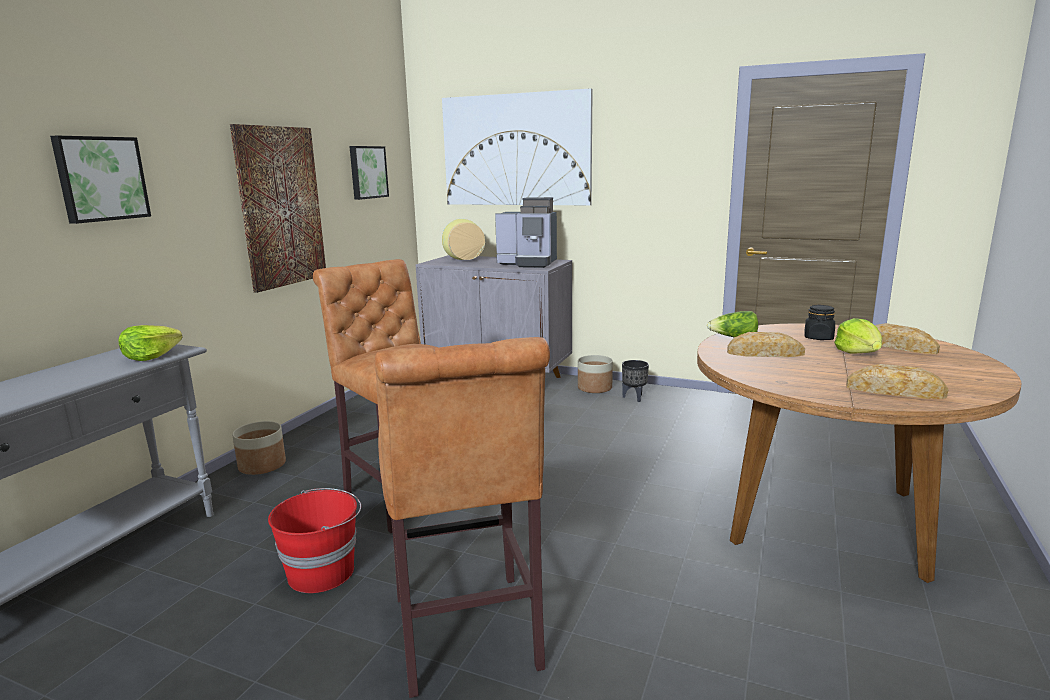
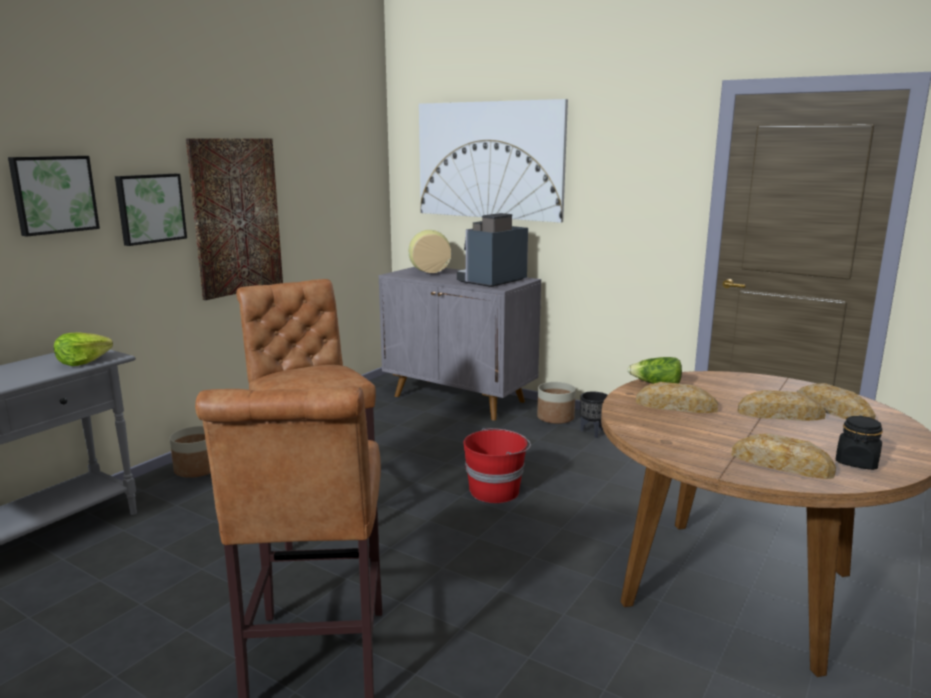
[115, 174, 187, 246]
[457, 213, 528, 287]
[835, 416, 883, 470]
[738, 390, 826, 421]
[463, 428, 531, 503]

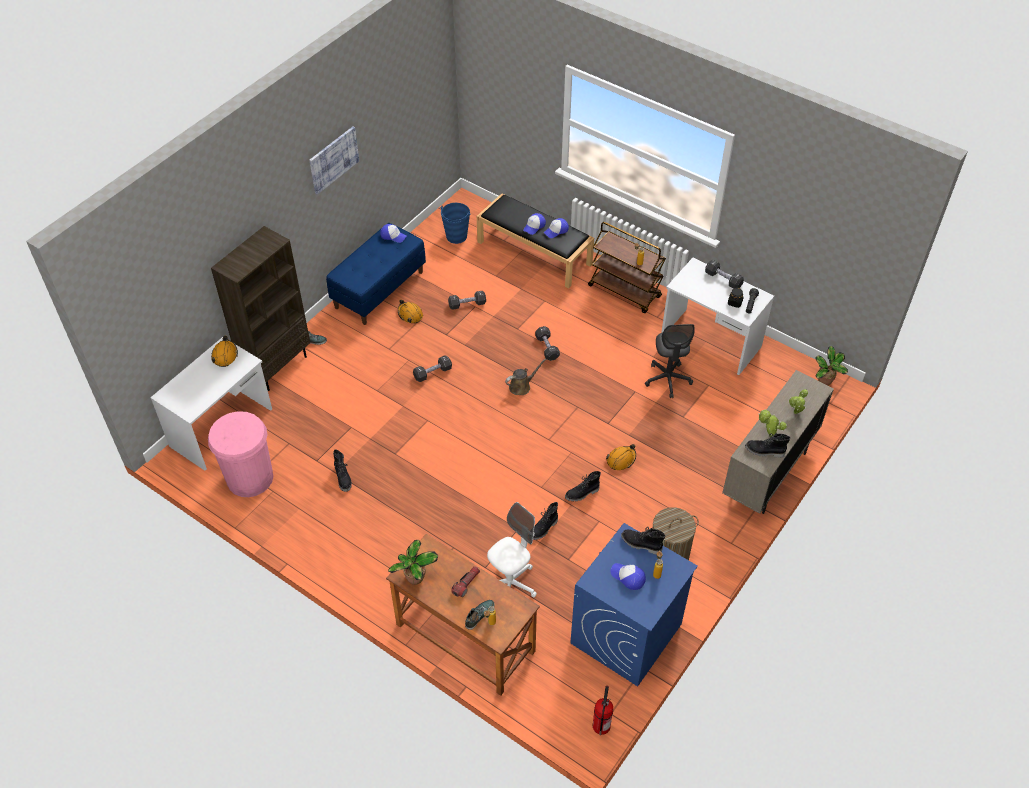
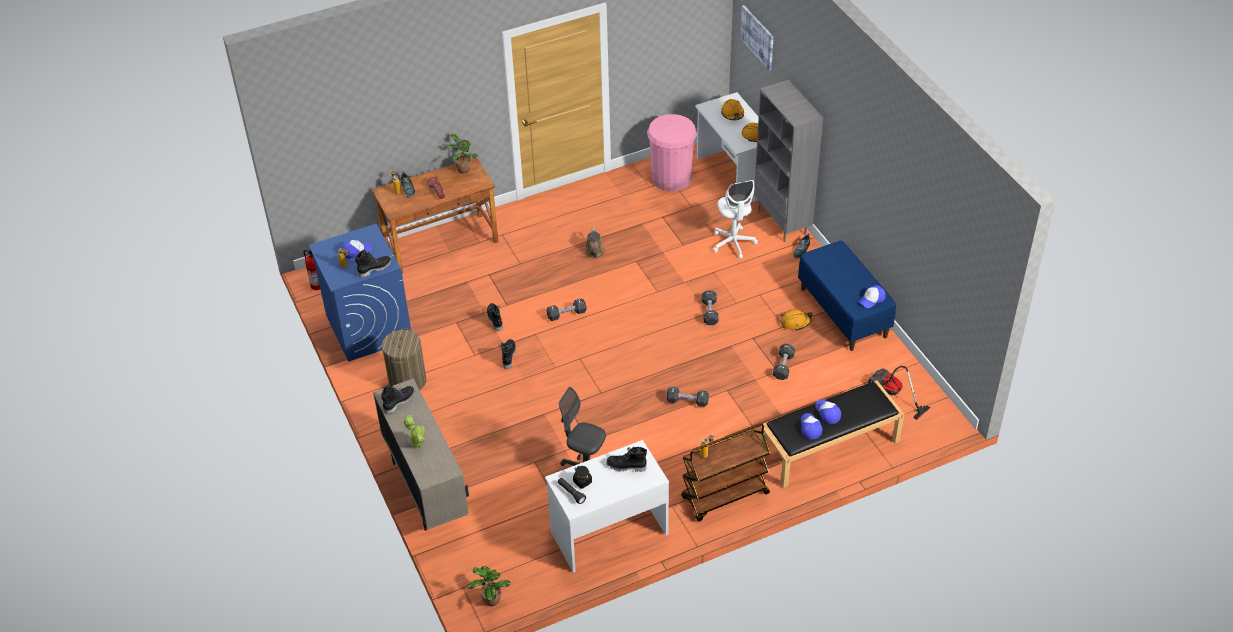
[740, 5, 774, 71]
[868, 366, 931, 420]
[754, 80, 823, 242]
[546, 298, 587, 321]
[585, 228, 605, 258]
[758, 409, 787, 437] (first image)
[721, 99, 744, 120]
[606, 446, 647, 472]
[713, 180, 758, 259]

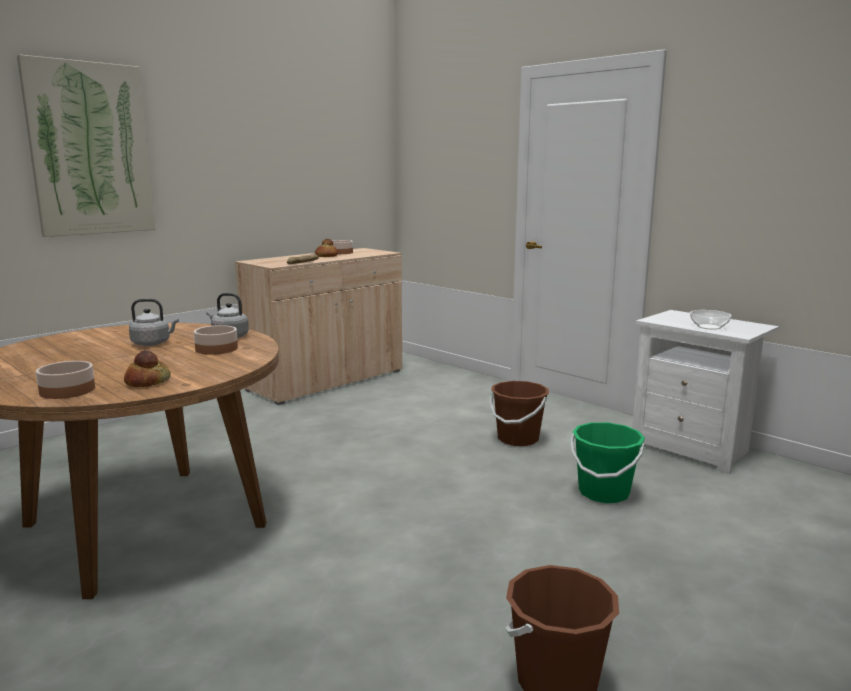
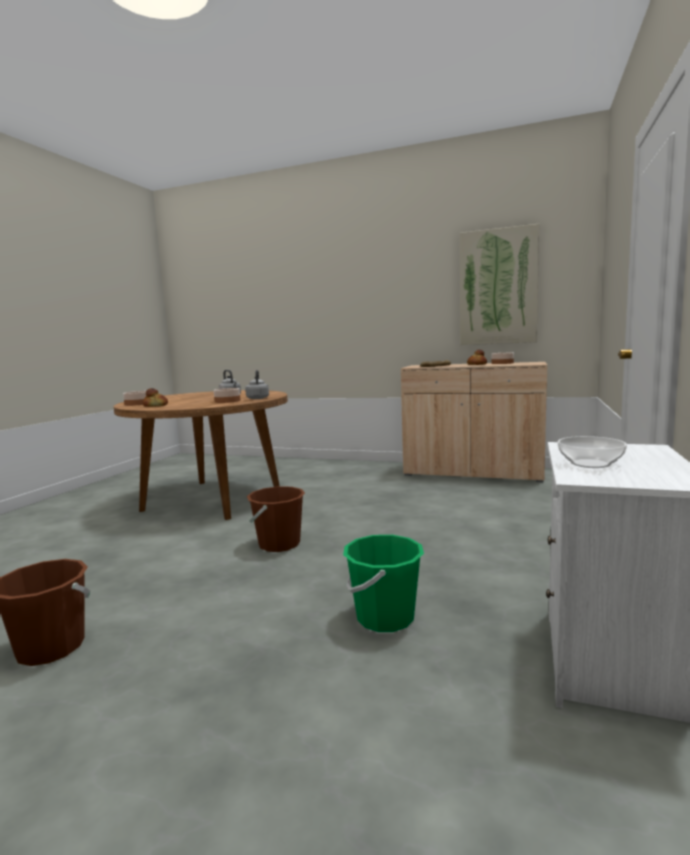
[460, 224, 539, 345]
[247, 486, 305, 552]

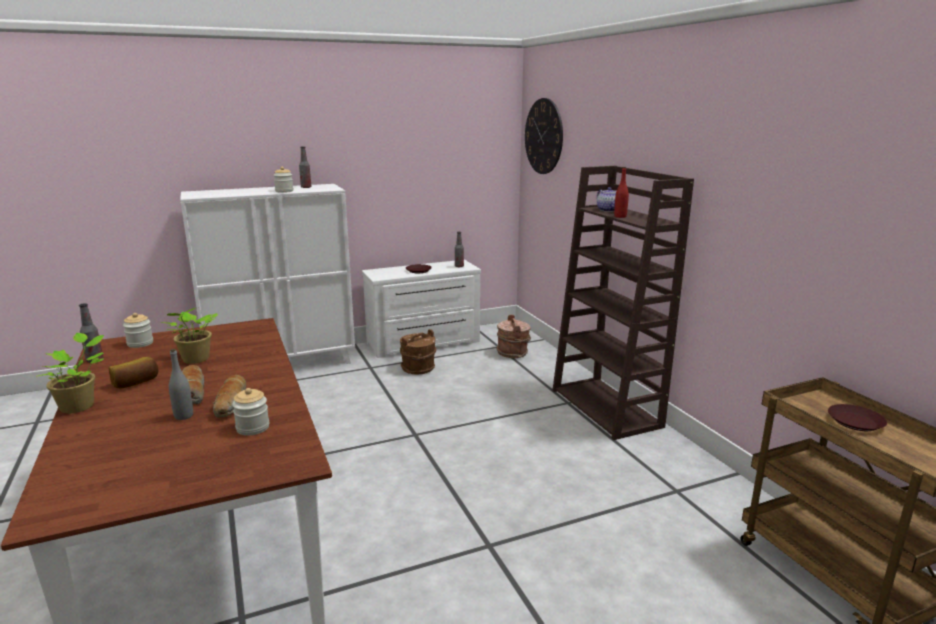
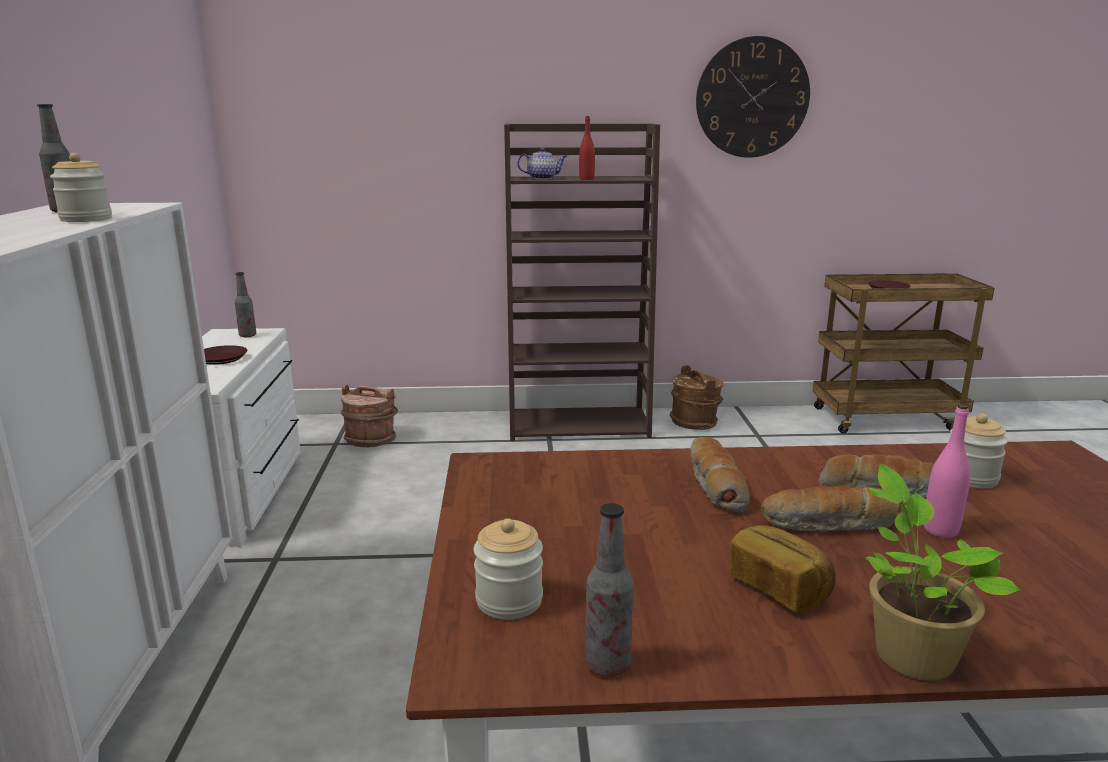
[696, 36, 810, 158]
[161, 308, 218, 364] (first image)
[670, 365, 724, 430]
[924, 404, 970, 538]
[690, 437, 750, 513]

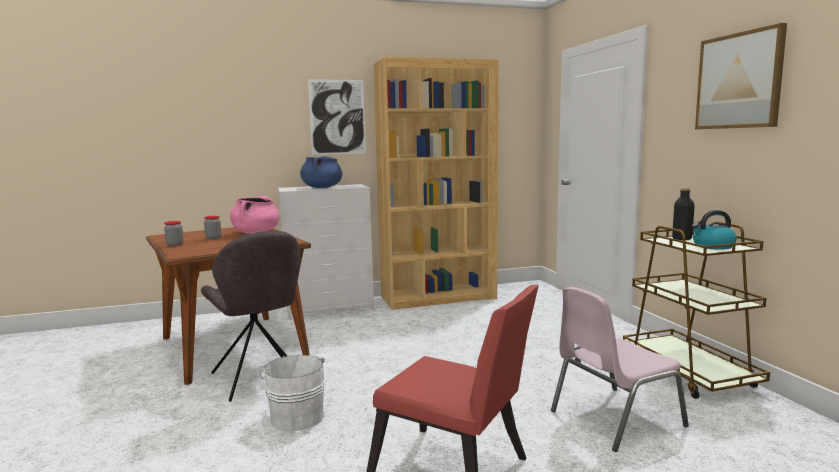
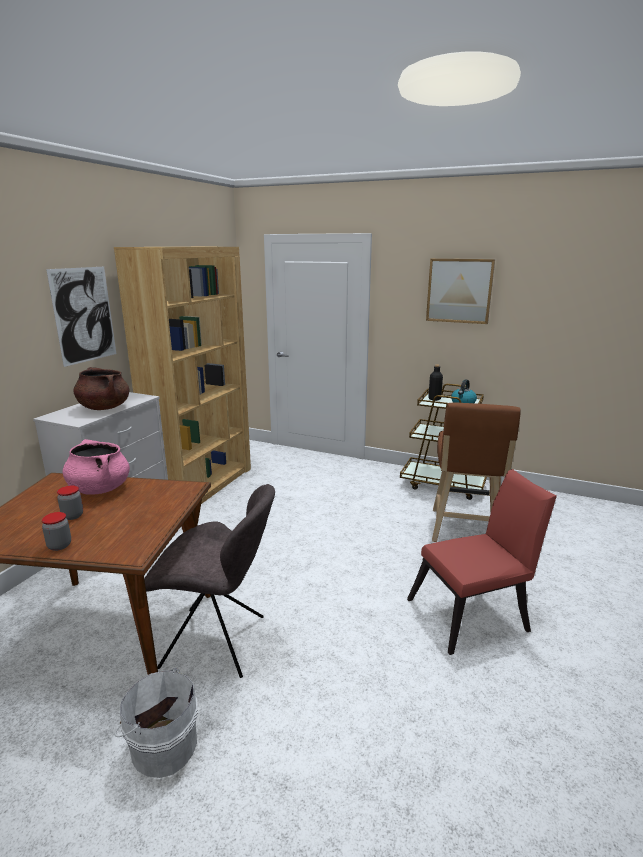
[73, 367, 130, 410]
[432, 402, 521, 542]
[114, 668, 197, 778]

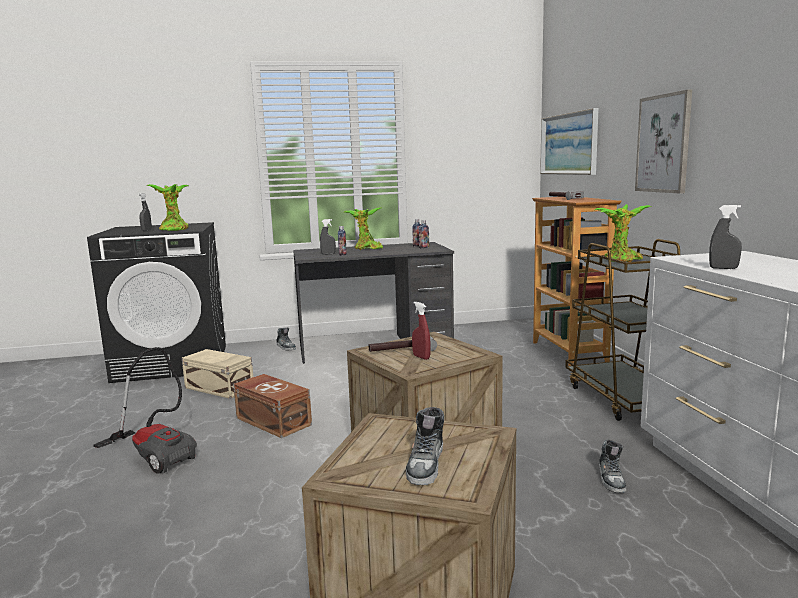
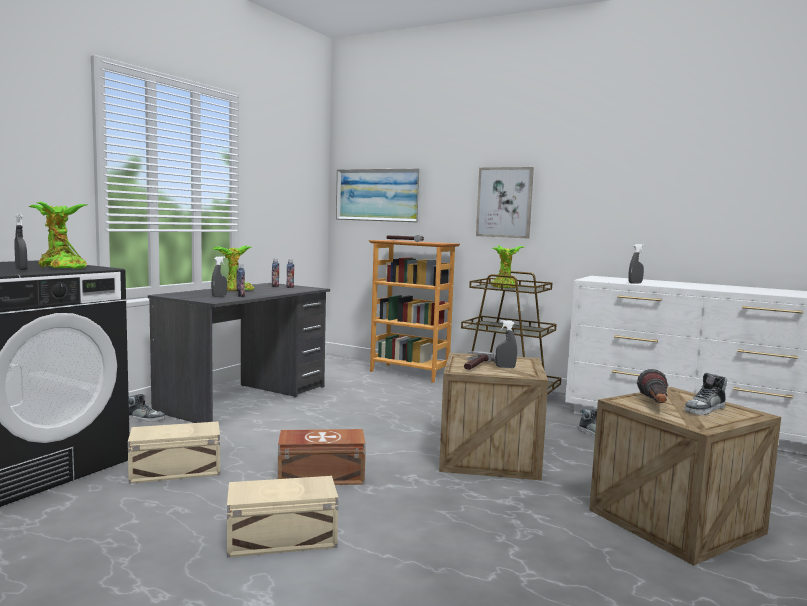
[496, 320, 517, 368]
[227, 476, 338, 558]
[685, 373, 727, 415]
[637, 369, 668, 403]

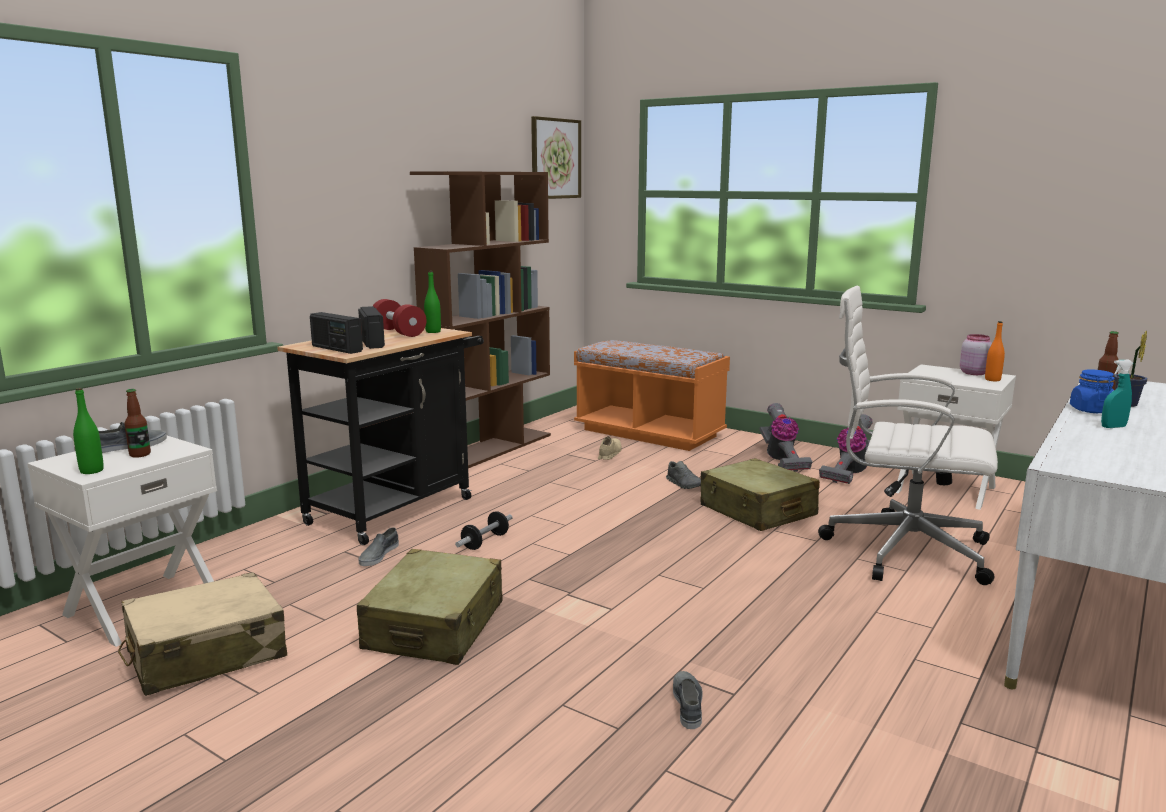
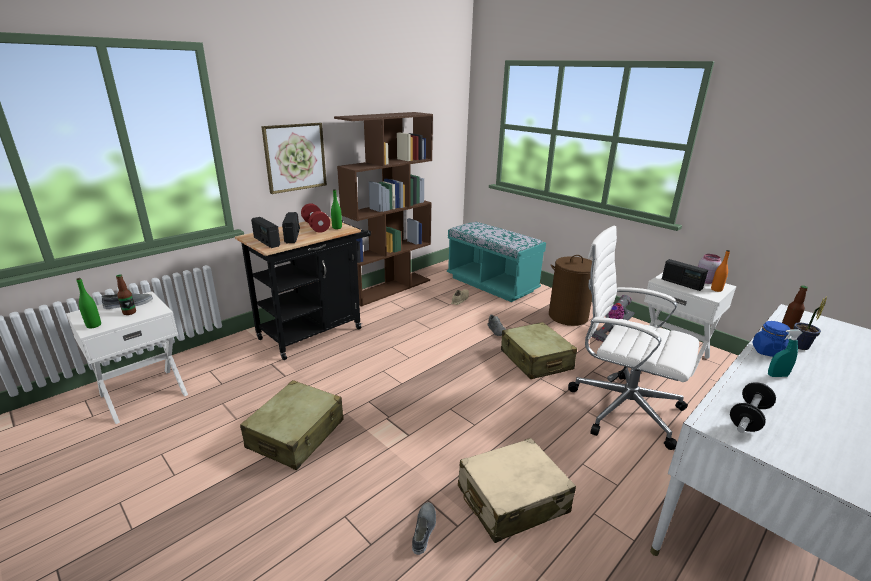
[261, 123, 327, 194]
[447, 222, 546, 302]
[549, 255, 592, 326]
[730, 382, 776, 433]
[358, 527, 399, 566] (first image)
[458, 438, 576, 543]
[662, 259, 708, 291]

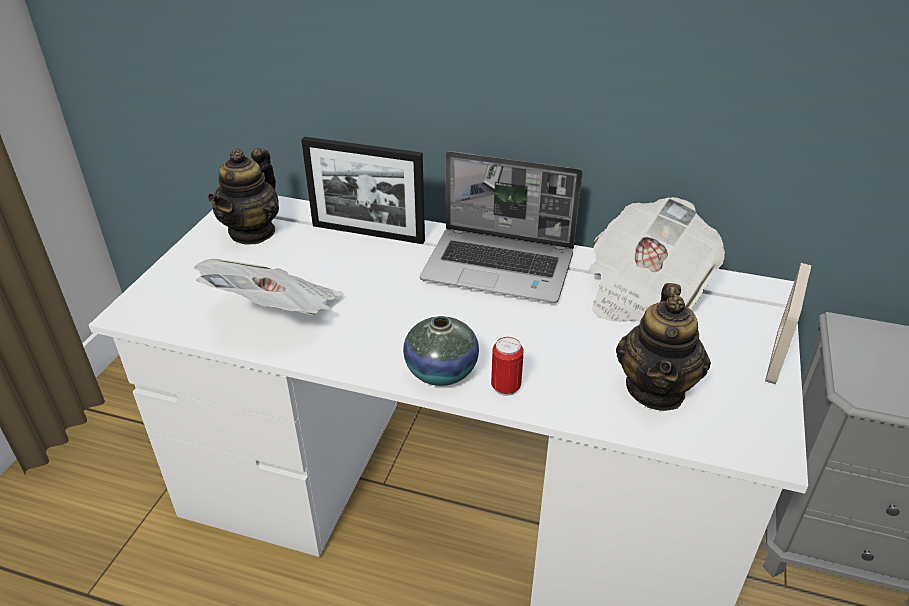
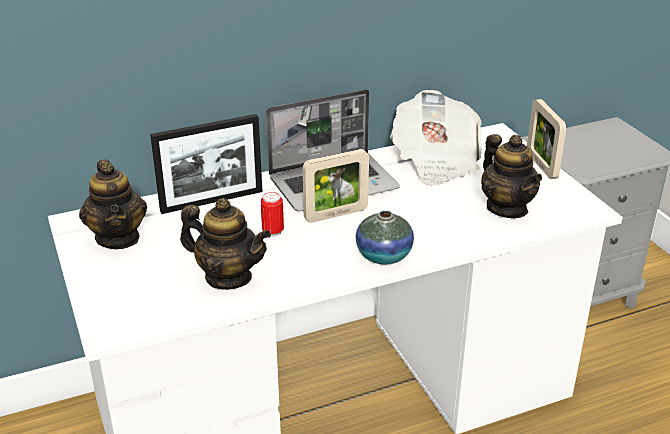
[180, 198, 271, 290]
[261, 192, 284, 237]
[303, 149, 369, 223]

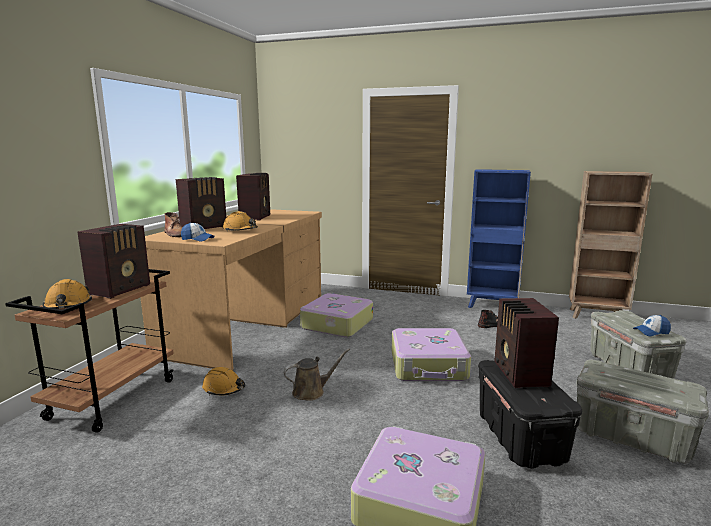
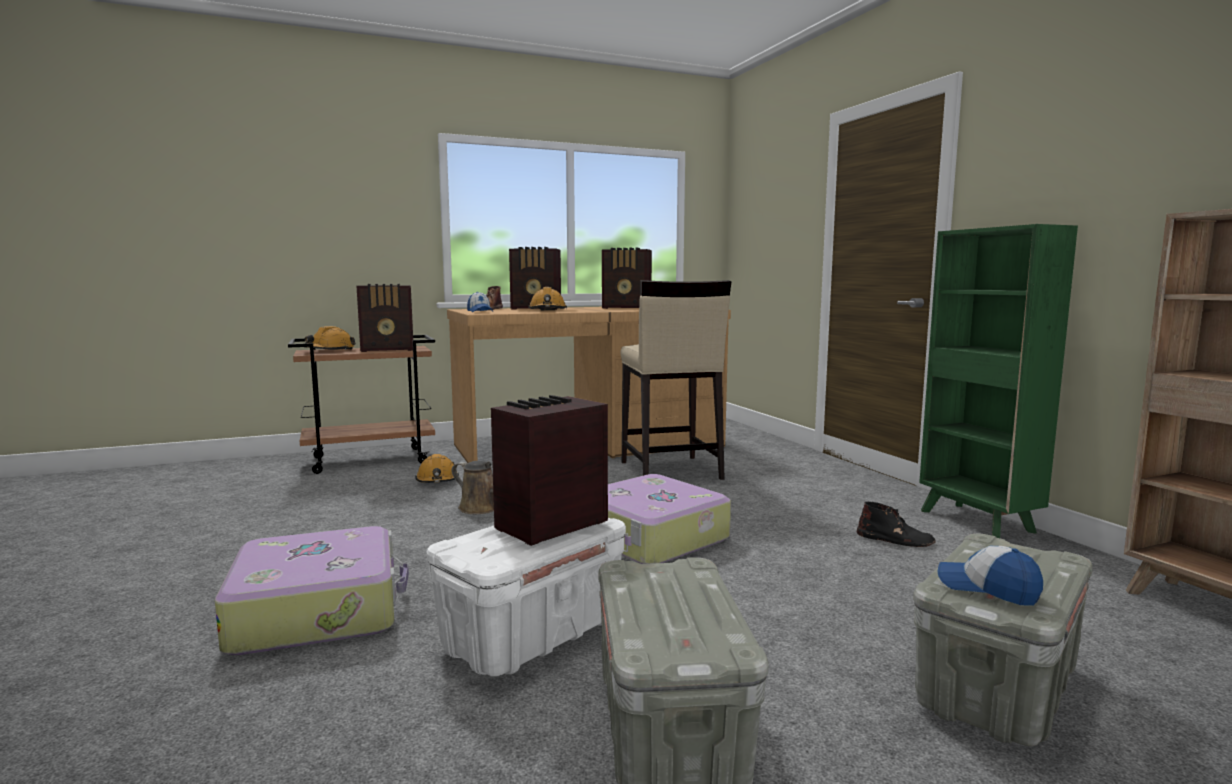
[919, 224, 1078, 538]
[602, 248, 652, 309]
[620, 280, 732, 480]
[426, 518, 626, 677]

